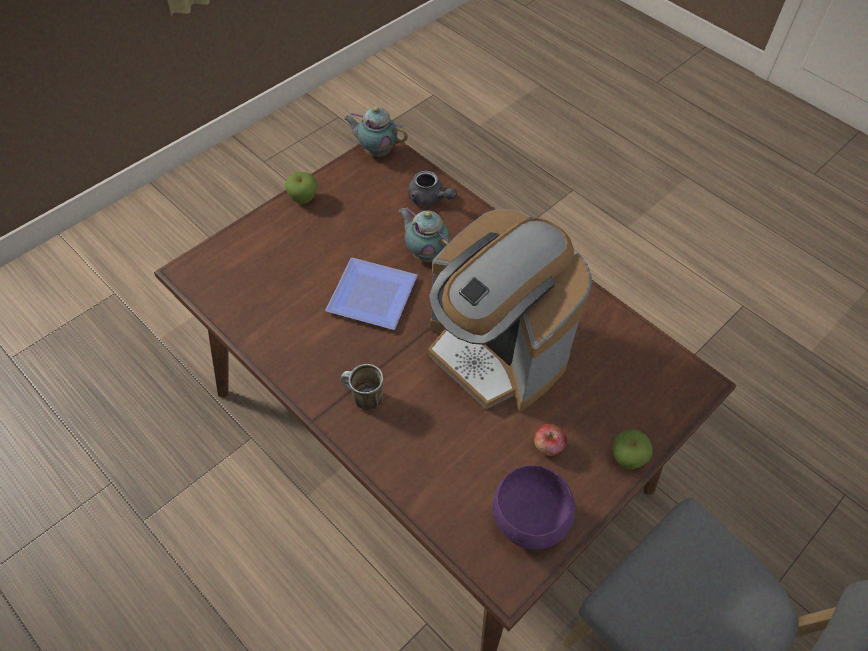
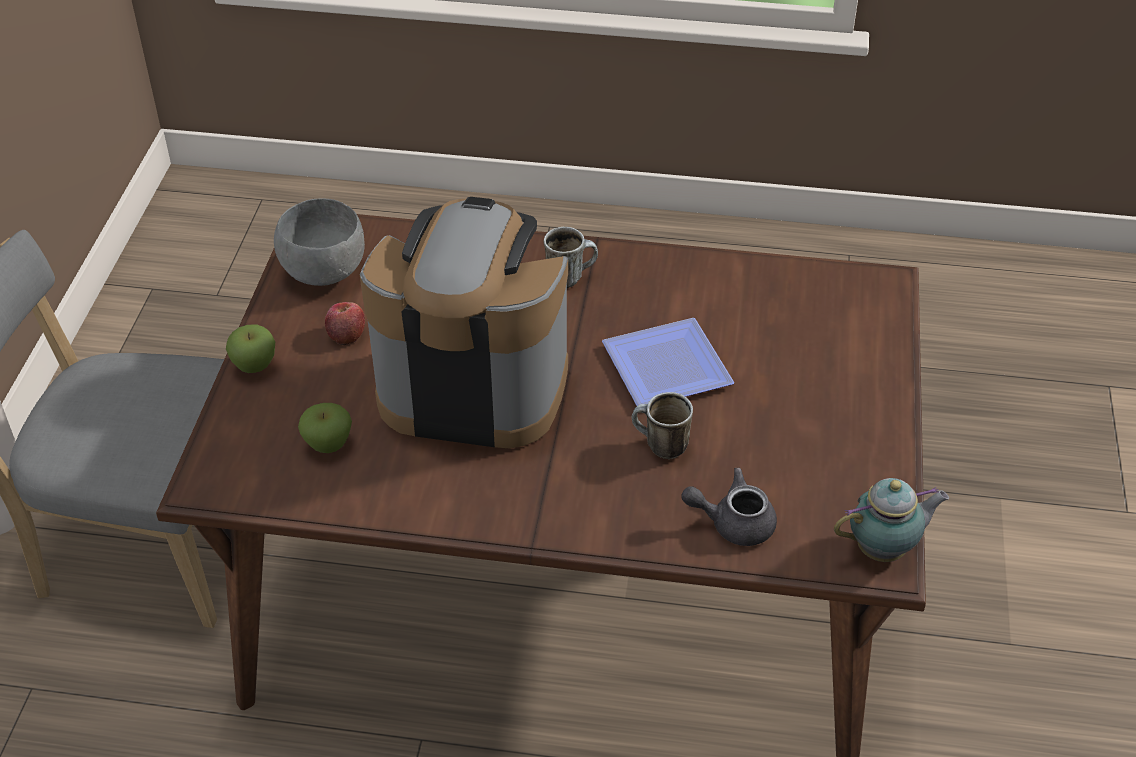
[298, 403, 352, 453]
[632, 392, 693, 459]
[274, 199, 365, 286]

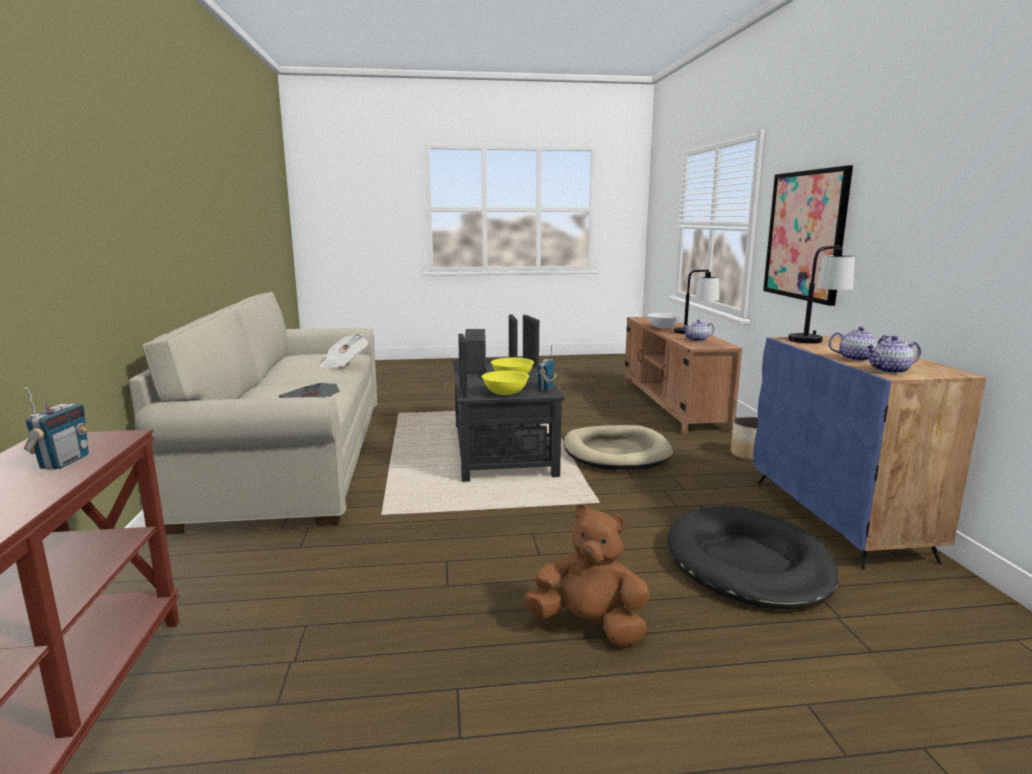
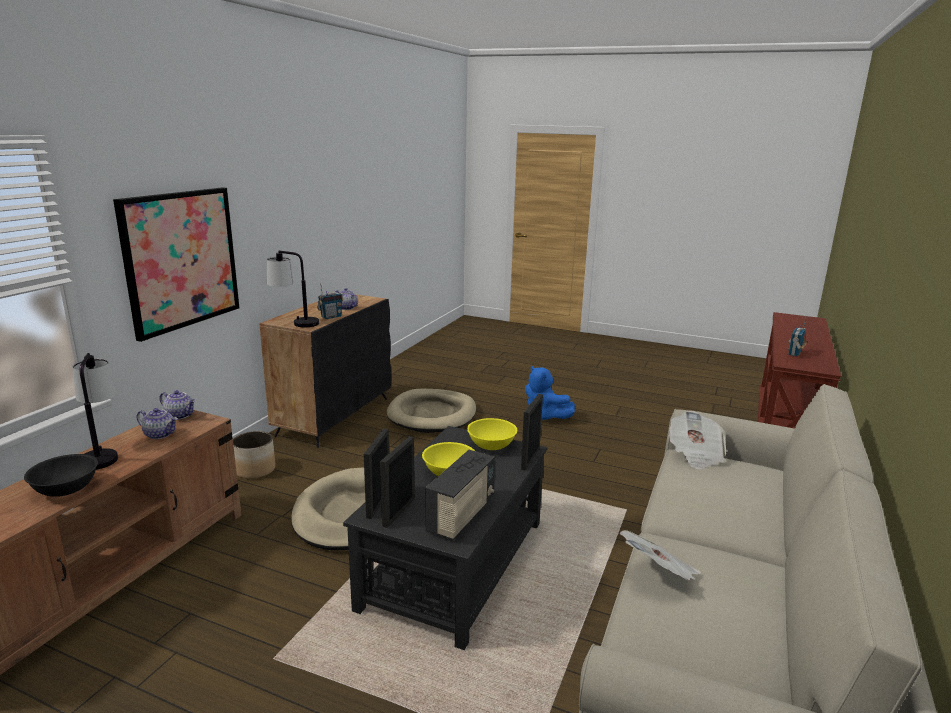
[24, 454, 98, 497]
[259, 294, 391, 448]
[160, 390, 196, 420]
[317, 283, 343, 319]
[525, 366, 575, 420]
[387, 389, 476, 433]

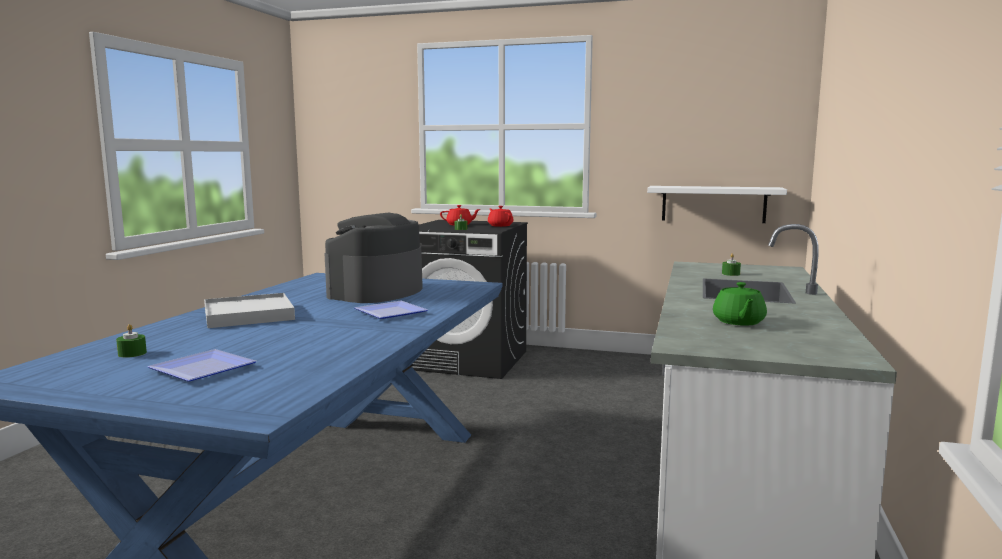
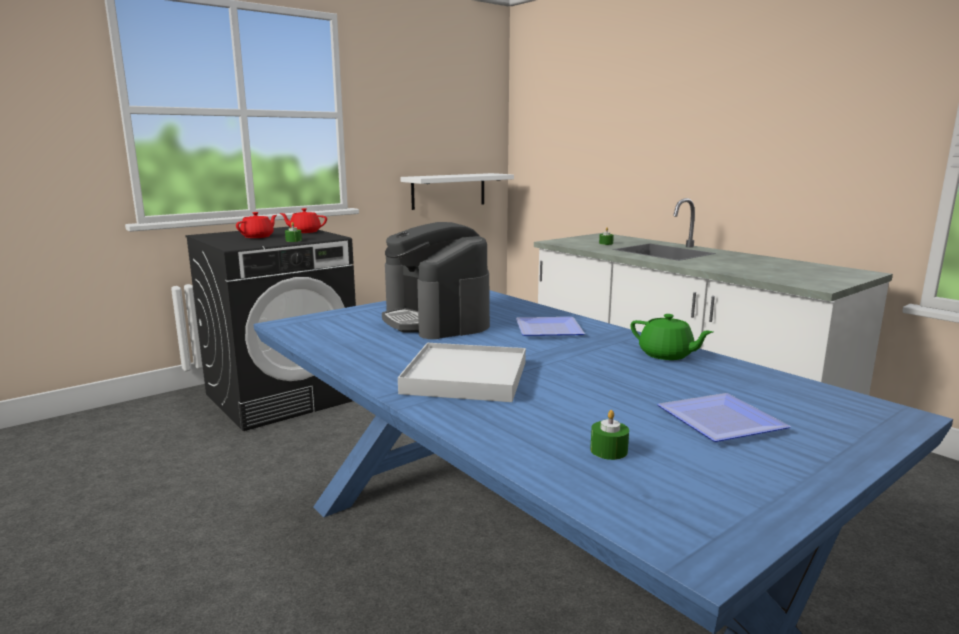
[631, 314, 713, 360]

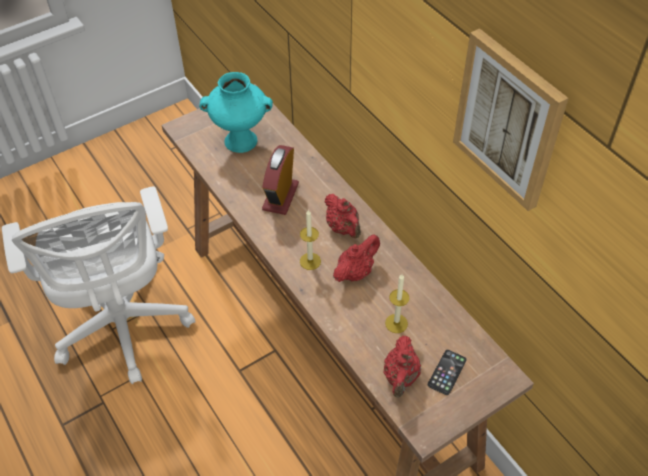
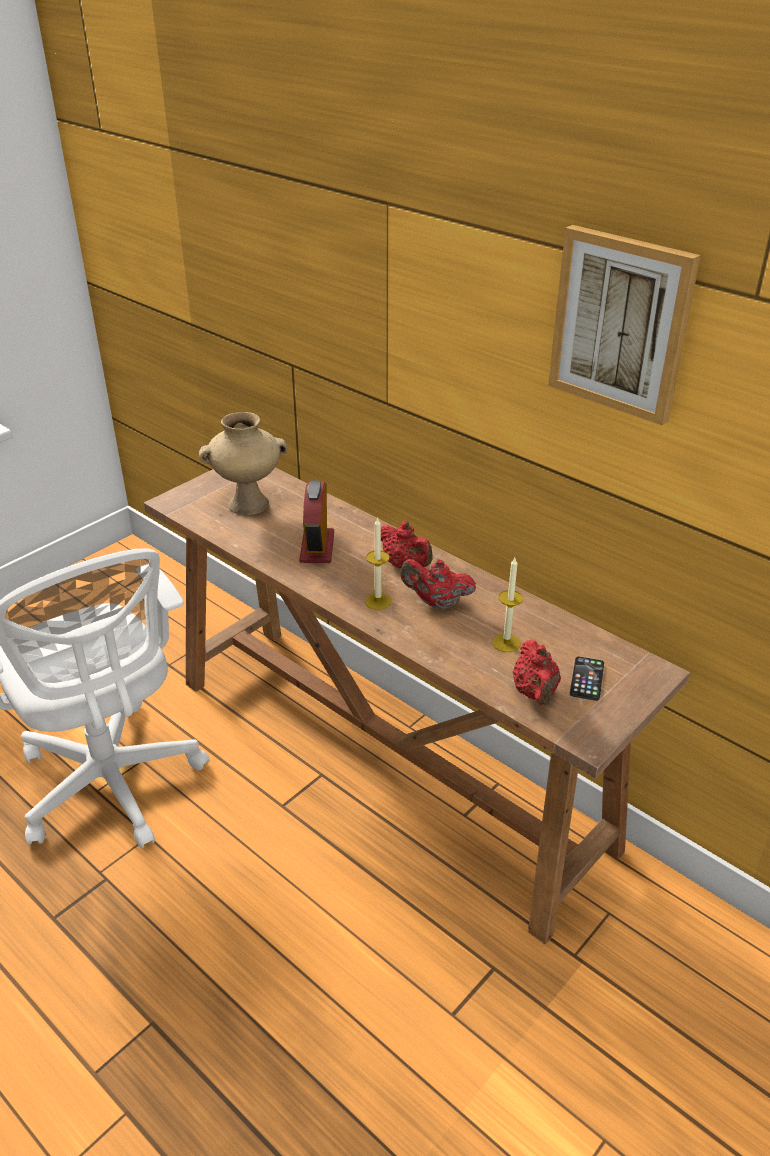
[199, 412, 287, 515]
[400, 559, 476, 610]

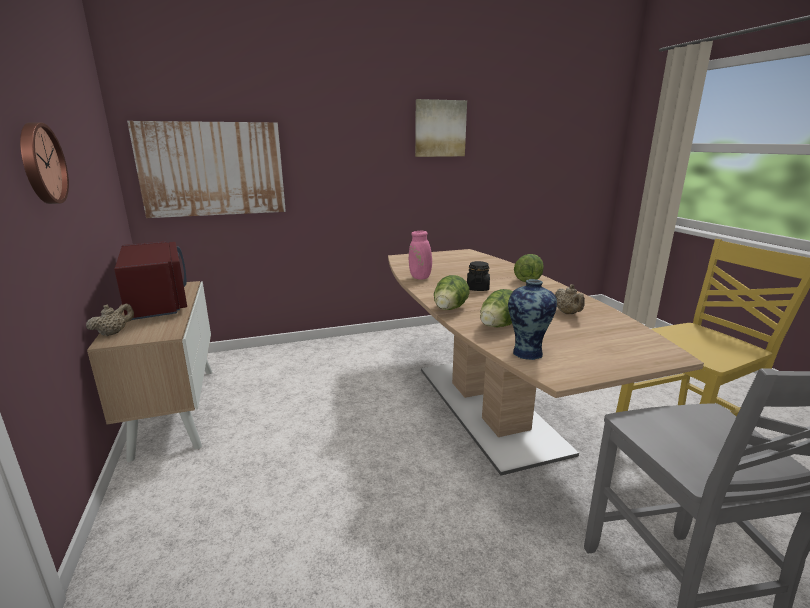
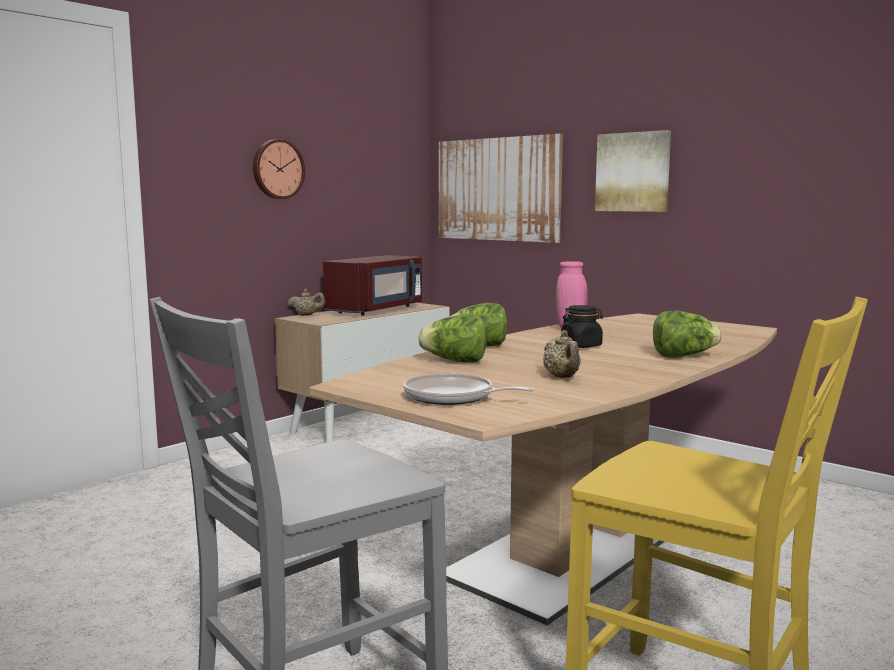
[595, 130, 671, 212]
[508, 279, 557, 360] (first image)
[543, 330, 581, 378]
[403, 373, 534, 405]

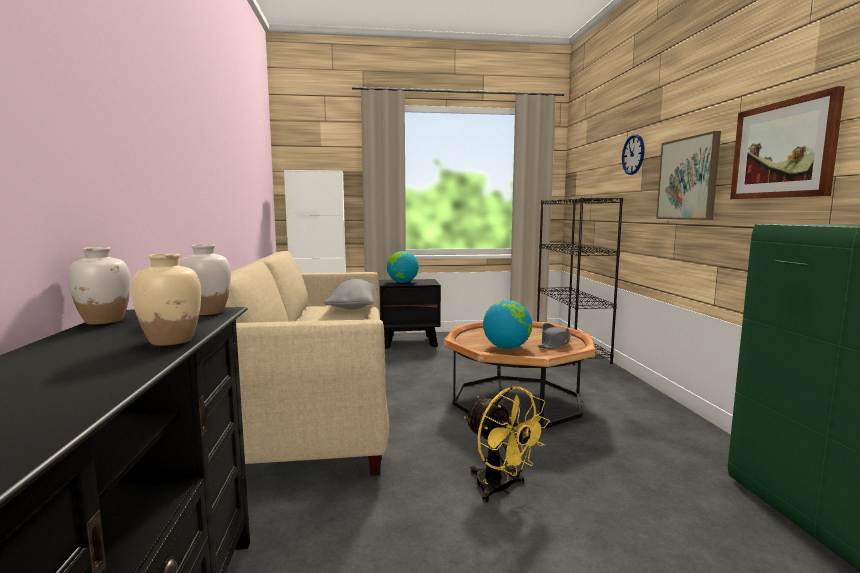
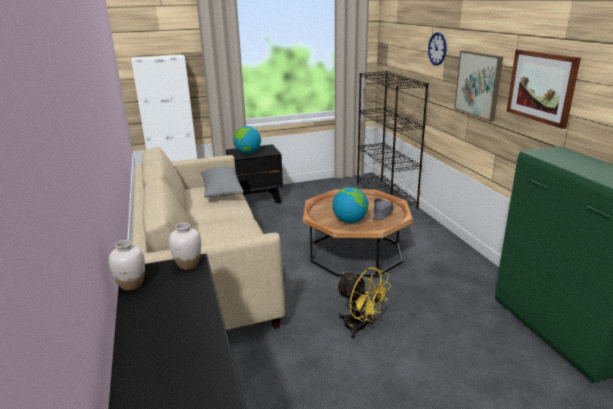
[131, 253, 201, 346] (first image)

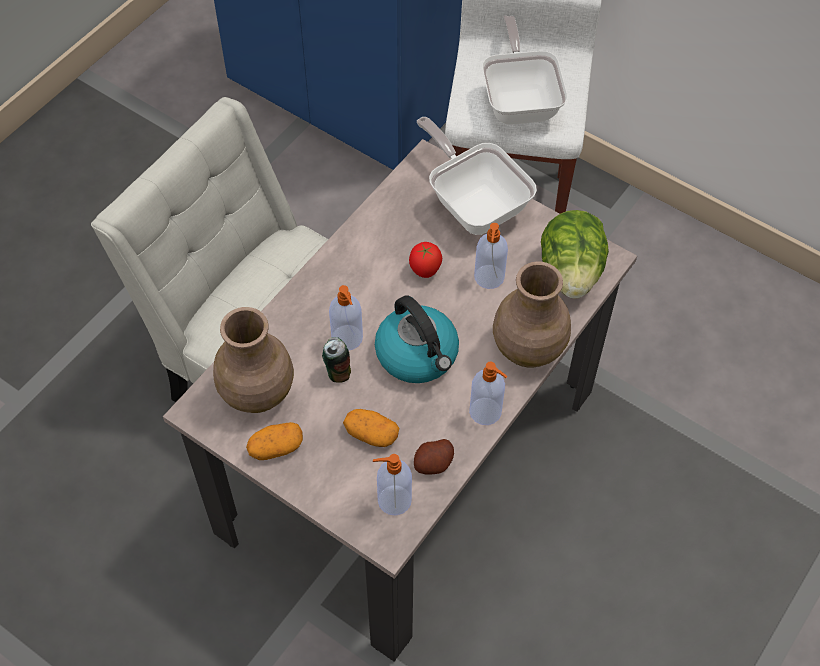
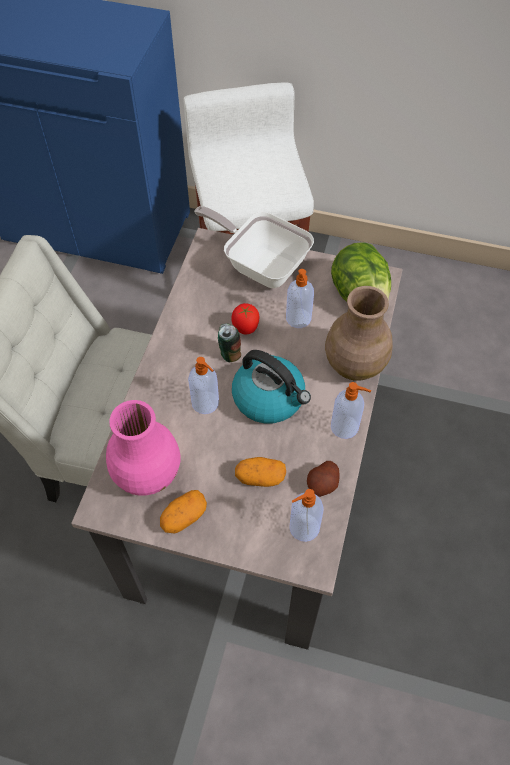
[482, 15, 568, 125] (first image)
[106, 400, 181, 496]
[218, 323, 241, 362]

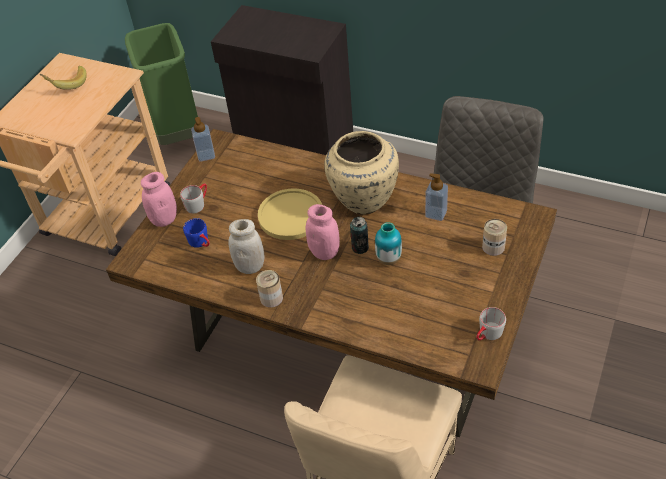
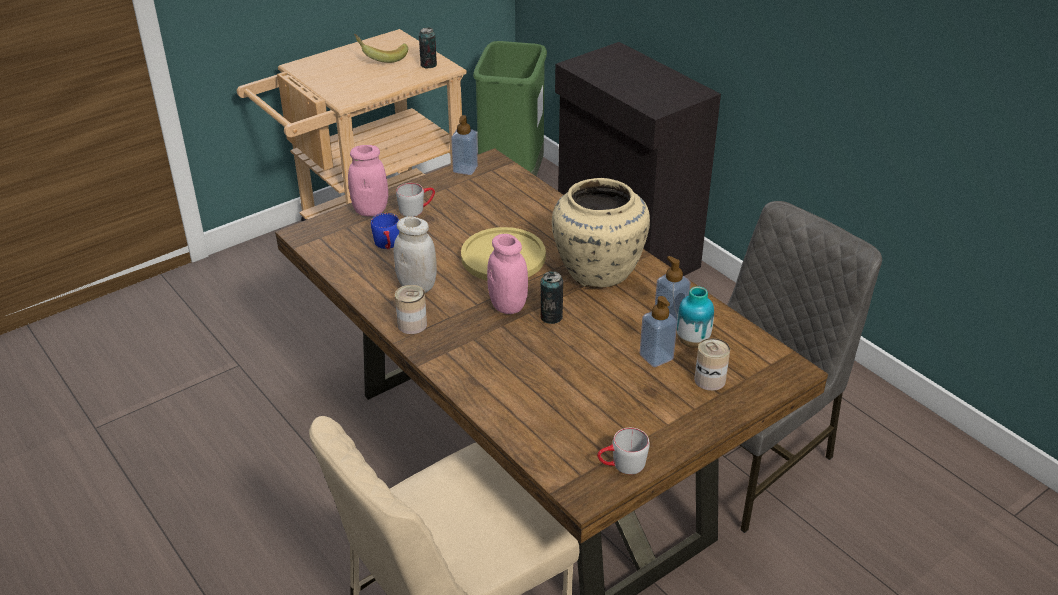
[677, 286, 714, 348]
[419, 28, 437, 68]
[640, 296, 677, 367]

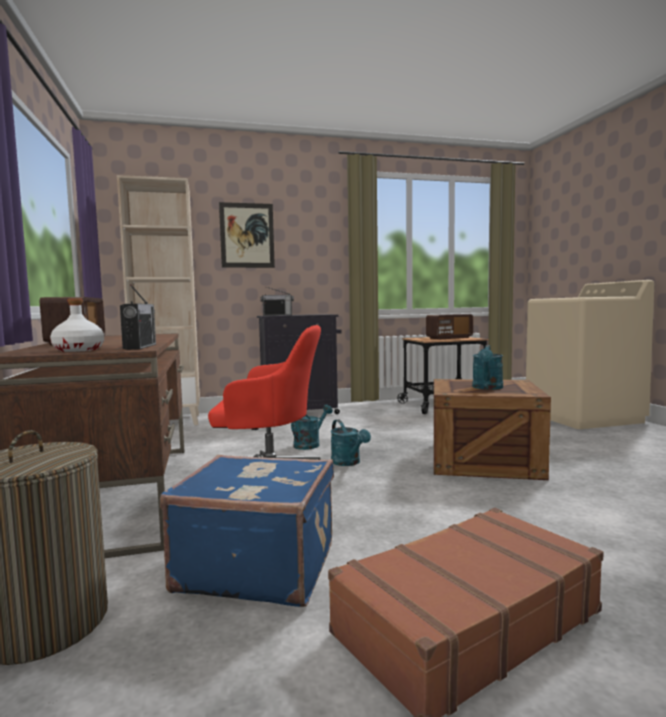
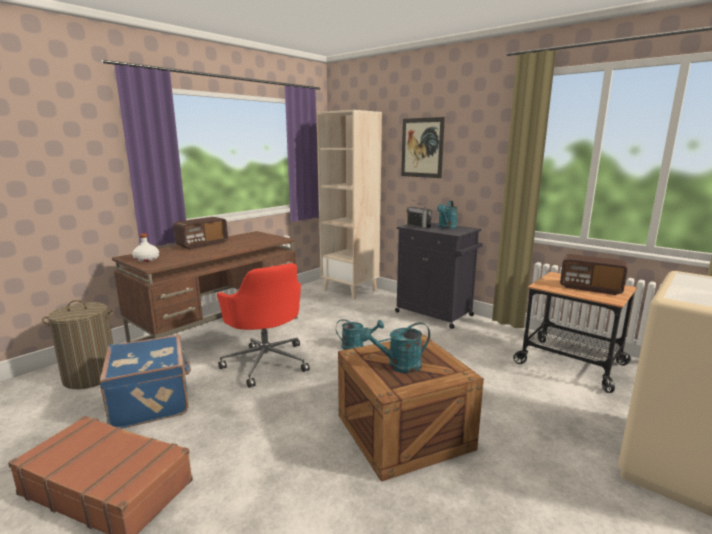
[120, 284, 156, 350] (first image)
[437, 201, 458, 229]

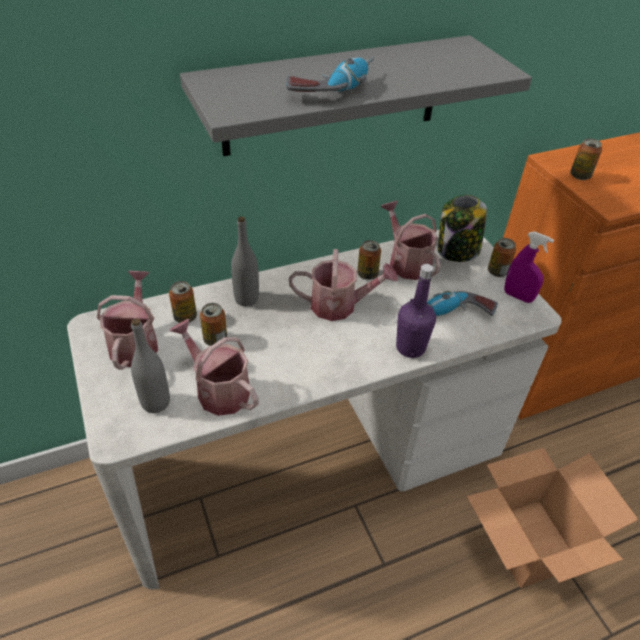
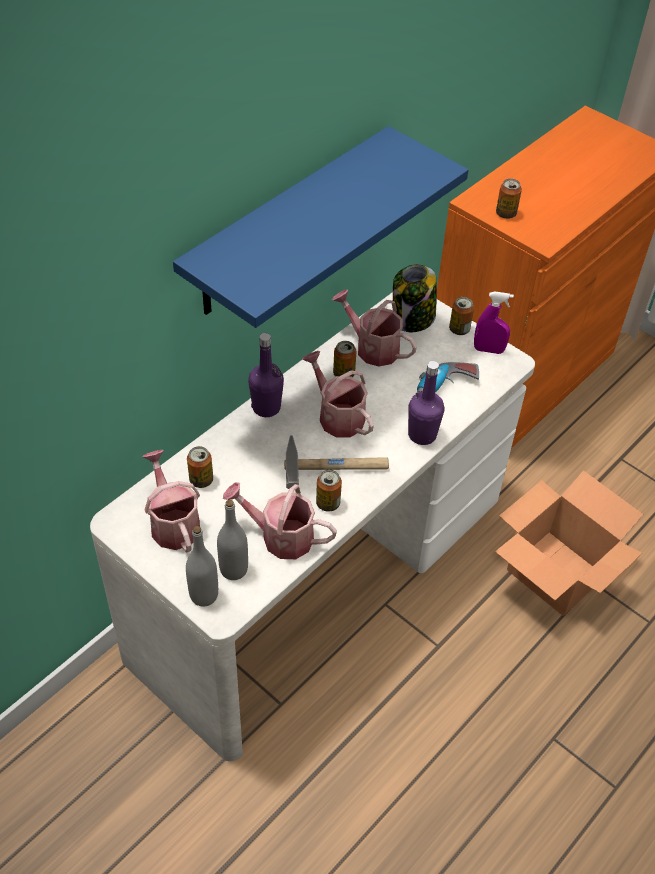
[173, 126, 469, 328]
[286, 57, 374, 92] (first image)
[186, 526, 218, 607]
[302, 351, 374, 437]
[316, 470, 342, 512]
[248, 333, 284, 417]
[284, 435, 389, 489]

